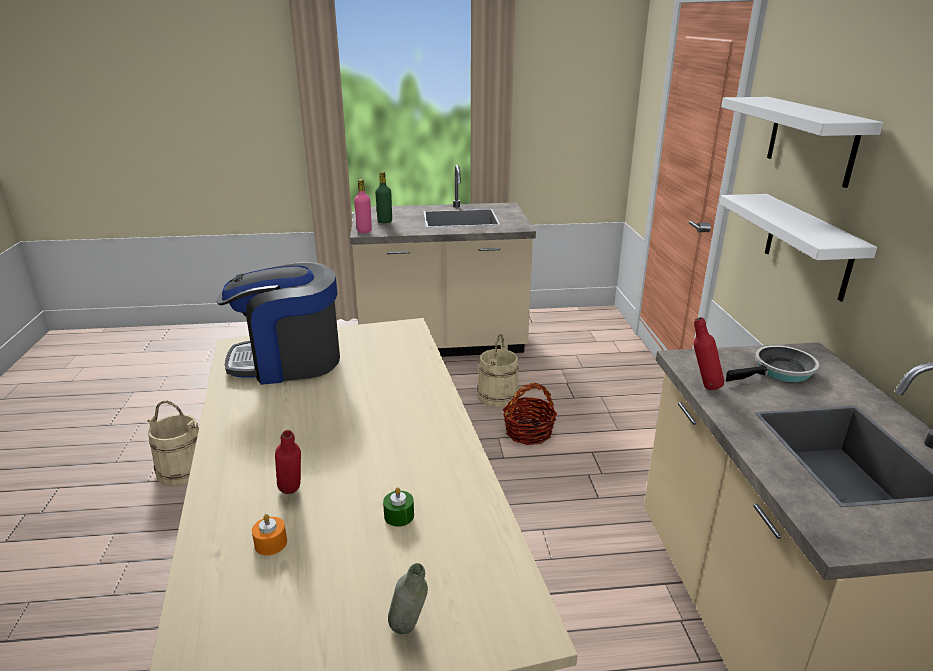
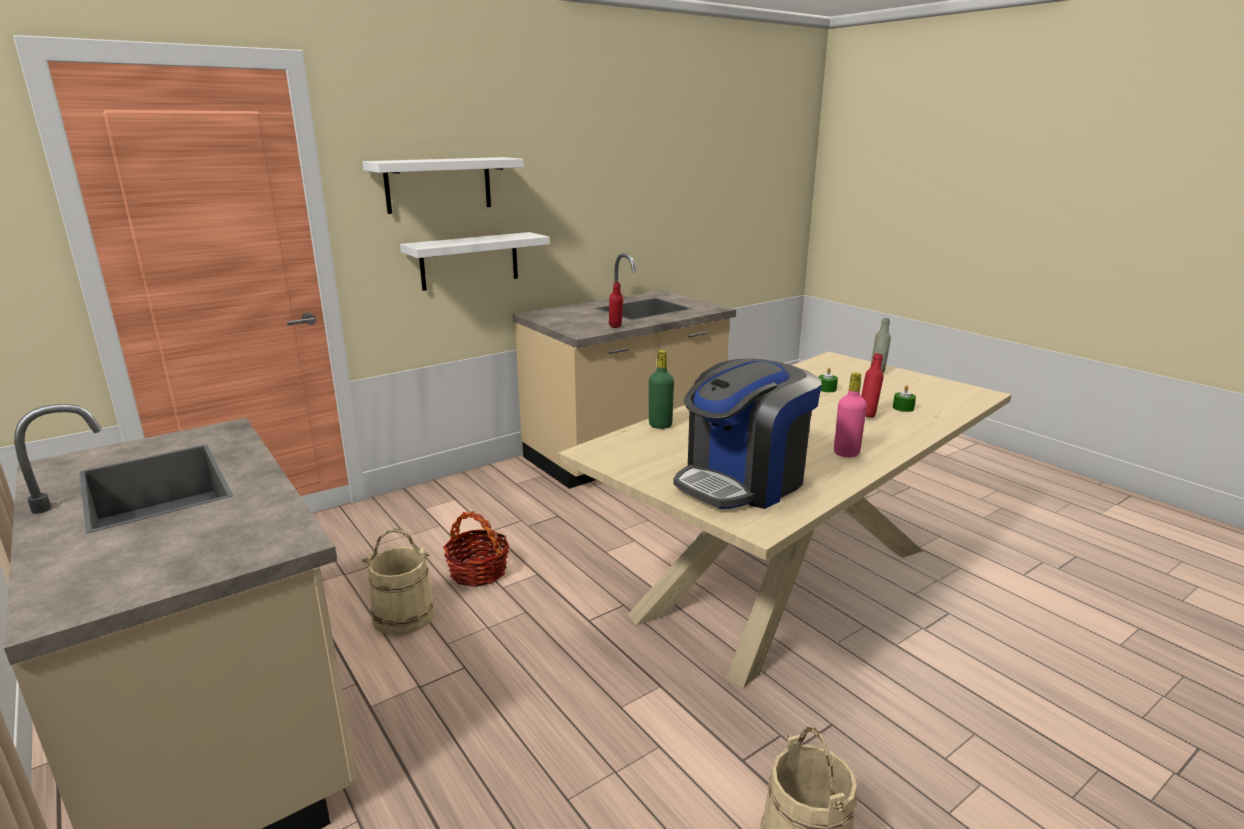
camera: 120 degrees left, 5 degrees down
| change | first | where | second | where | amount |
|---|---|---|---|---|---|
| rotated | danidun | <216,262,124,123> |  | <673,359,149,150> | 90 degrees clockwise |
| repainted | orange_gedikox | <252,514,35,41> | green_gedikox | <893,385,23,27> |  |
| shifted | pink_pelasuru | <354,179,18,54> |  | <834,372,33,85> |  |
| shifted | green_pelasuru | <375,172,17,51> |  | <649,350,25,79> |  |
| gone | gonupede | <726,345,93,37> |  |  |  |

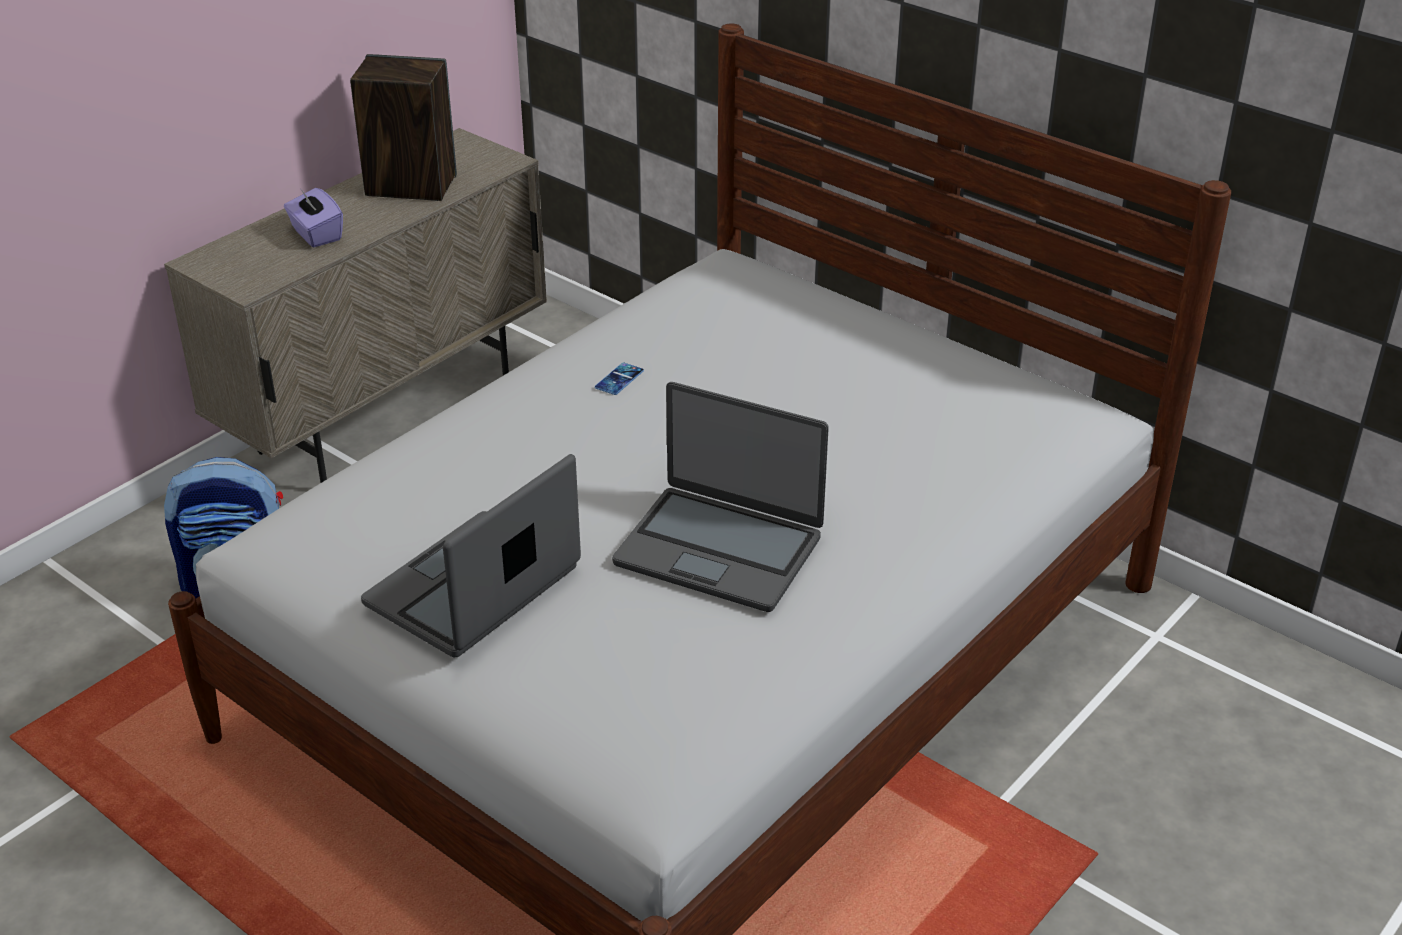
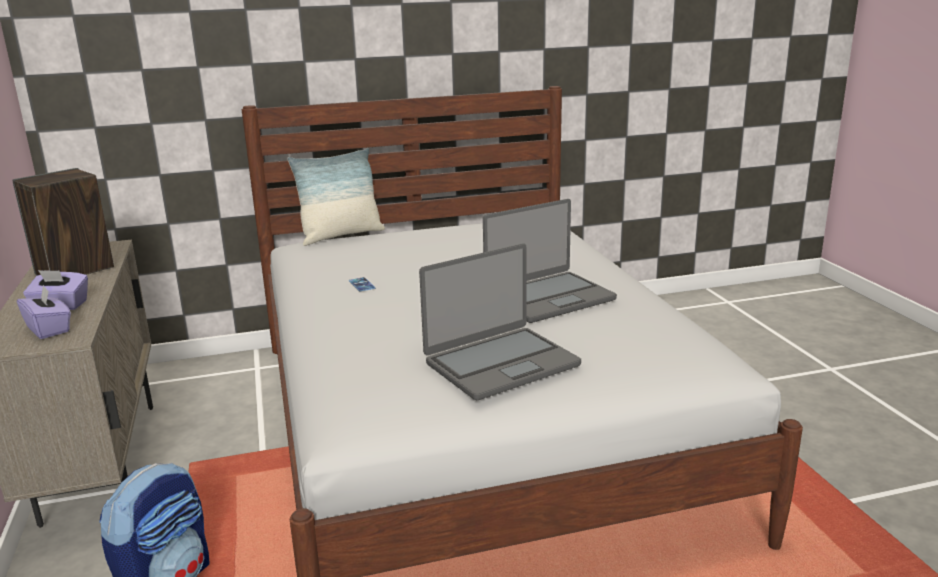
camera: 55 degrees left, 15 degrees down
| change | first | where | second | where | amount |
|---|---|---|---|---|---|
| rotated | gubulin | <361,454,220,203> |  | <419,243,162,157> | 105 degrees counterclockwise |
| new |  |  | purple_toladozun | <17,285,54,54> |  |
| new |  |  | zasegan | <287,148,98,98> |  |

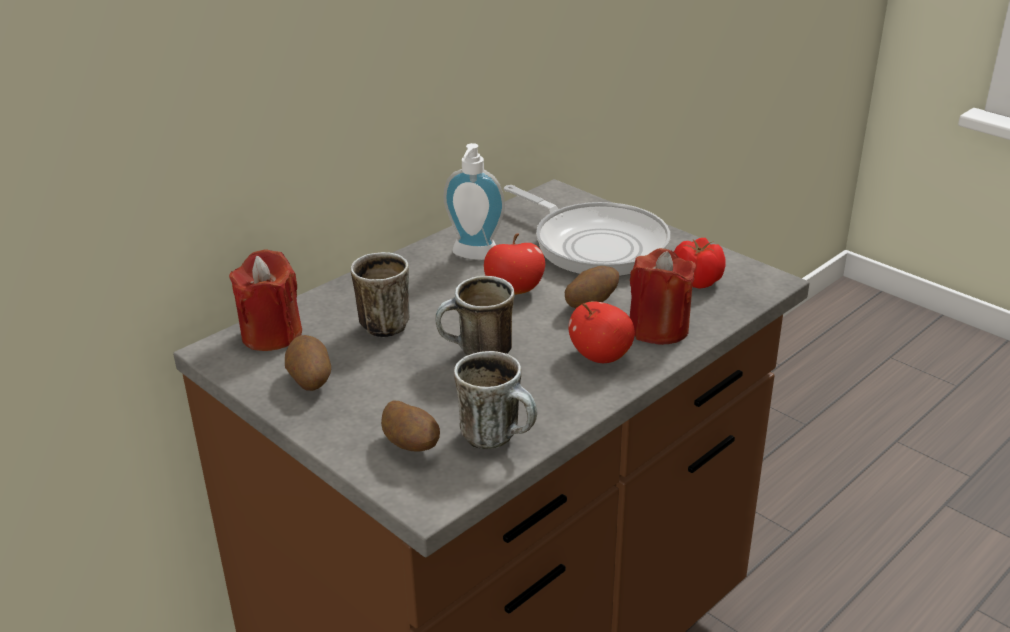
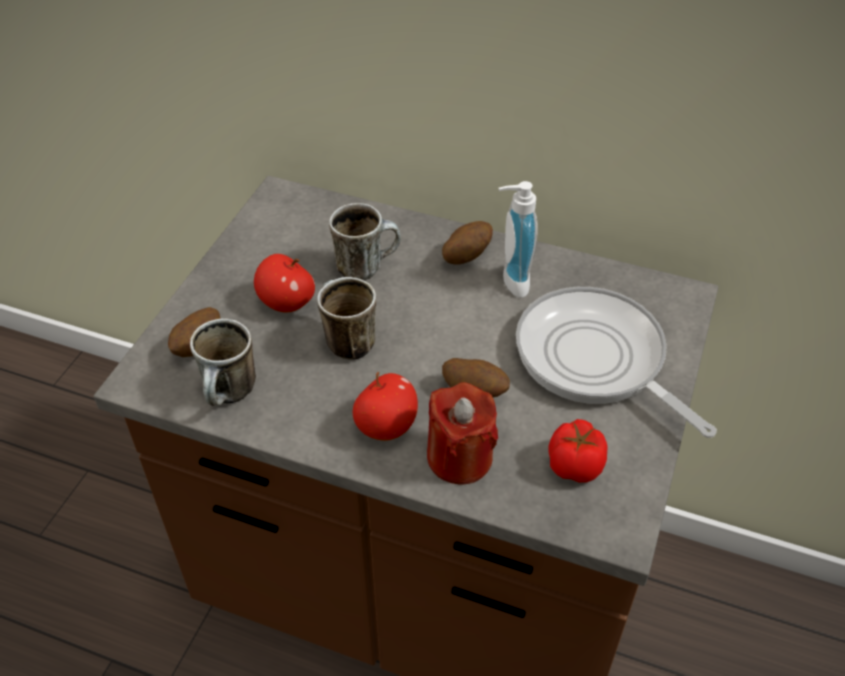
camera: 65 degrees right, 15 degrees up
| change | first | where | second | where | amount |
|---|---|---|---|---|---|
| gone | red_gedikox | <229,249,73,102> |  |  |  |
| shifted | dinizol | <285,335,46,56> |  | <442,221,51,44> |  |
| shifted | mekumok | <484,233,61,62> |  | <254,254,61,58> |  |
| rotated | gonupede | <504,185,166,91> |  | <516,287,201,151> | 120 degrees clockwise |

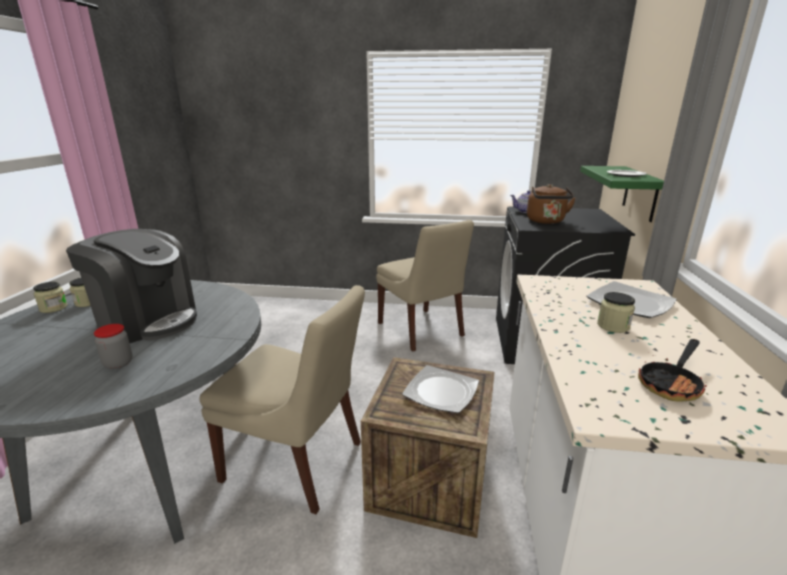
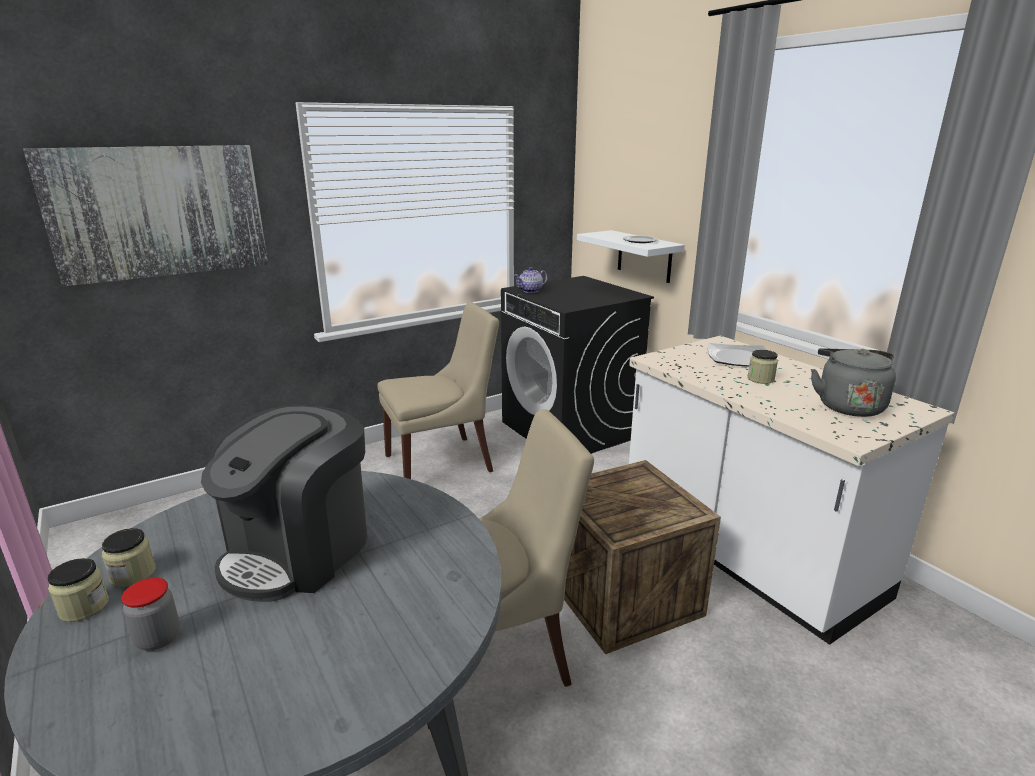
camera: 40 degrees left, 0 degrees up
| change | first | where | second | where | amount |
|---|---|---|---|---|---|
| rotated | danidun | <66,229,131,114> |  | <201,406,166,196> | 135 degrees clockwise |
| shifted | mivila | <94,324,38,45> |  | <121,578,59,73> |  |
| rotated | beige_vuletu | <376,220,98,132> |  | <378,302,121,177> | 45 degrees counterclockwise |
| gone | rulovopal | <402,365,77,48> |  |  |  |
| gone | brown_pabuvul | <527,184,49,40> |  |  |  |
| repainted | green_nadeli | <580,166,84,56> | white_nadeli | <577,230,108,53> |  |
| swapped | gonupede | <638,339,69,62> | grey_pabuvul | <811,348,85,69> |  |
| new |  |  | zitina | <23,145,245,142> |  |

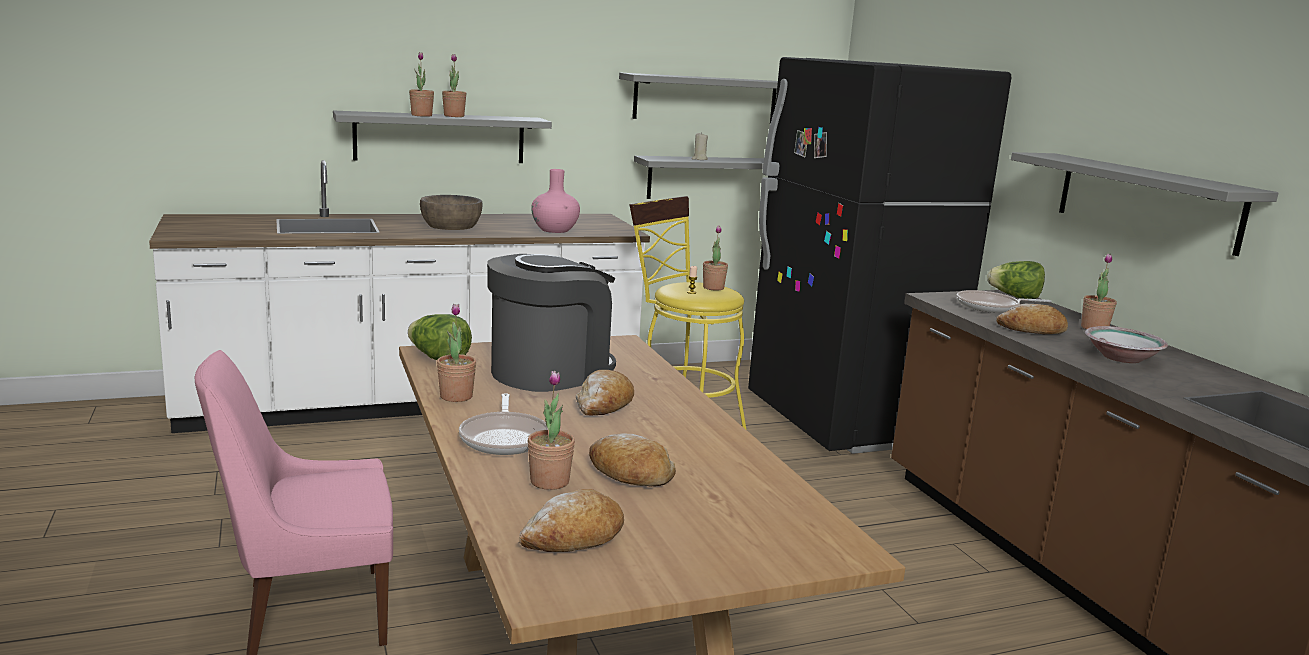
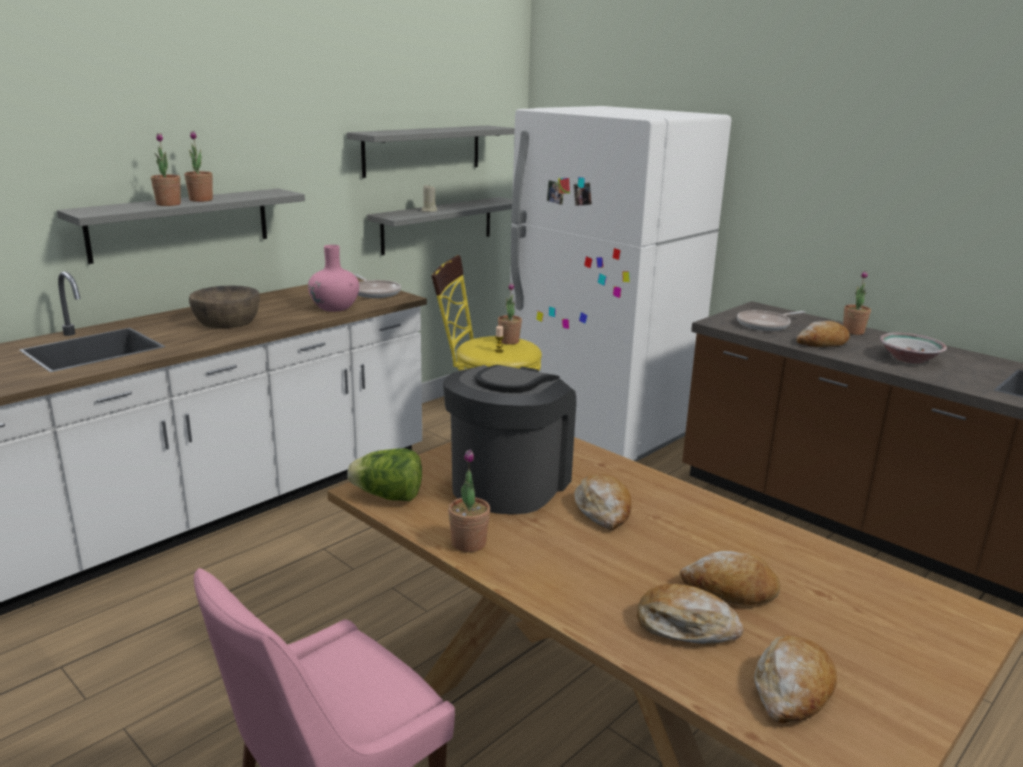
camera: 25 degrees left, 5 degrees up
| change | first | where | second | where | amount |
|---|---|---|---|---|---|
| shifted | gonupede | <459,393,89,62> |  | <355,274,46,24> |  |
| swapped | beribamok | <528,371,47,119> | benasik | <637,584,107,60> |  |
| repainted | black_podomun | <748,57,263,397> | white_podomun | <510,106,221,356> |  |
| gone | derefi | <987,261,58,38> |  |  |  |
| gone | grey_nadeli | <1011,152,268,104> |  |  |  |

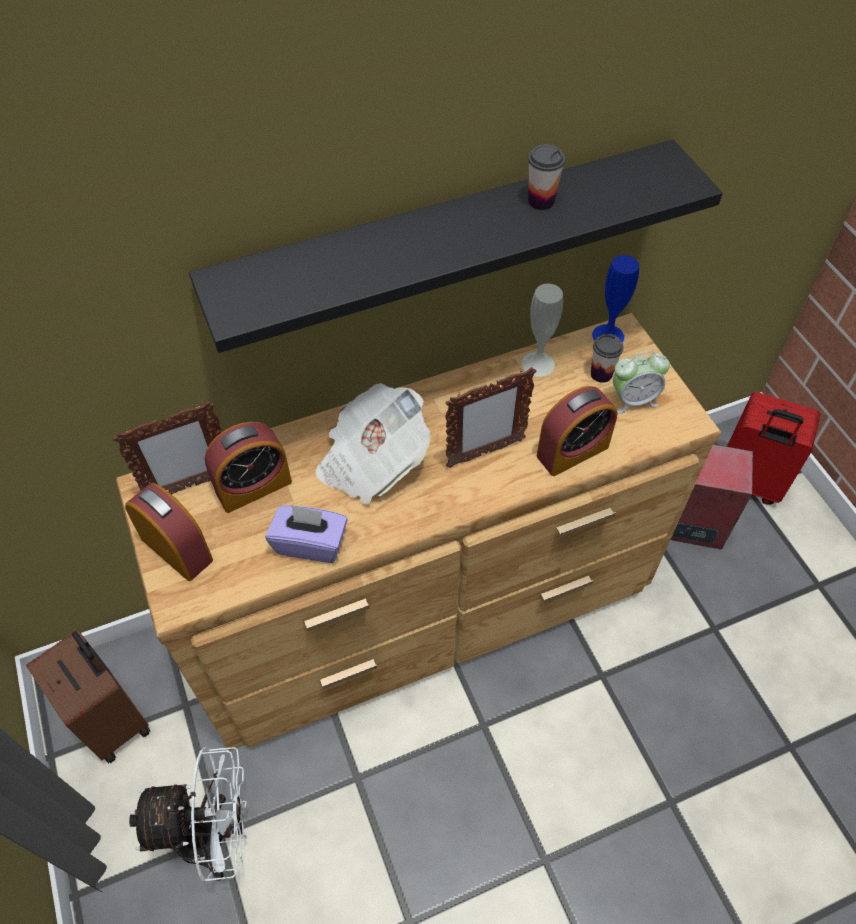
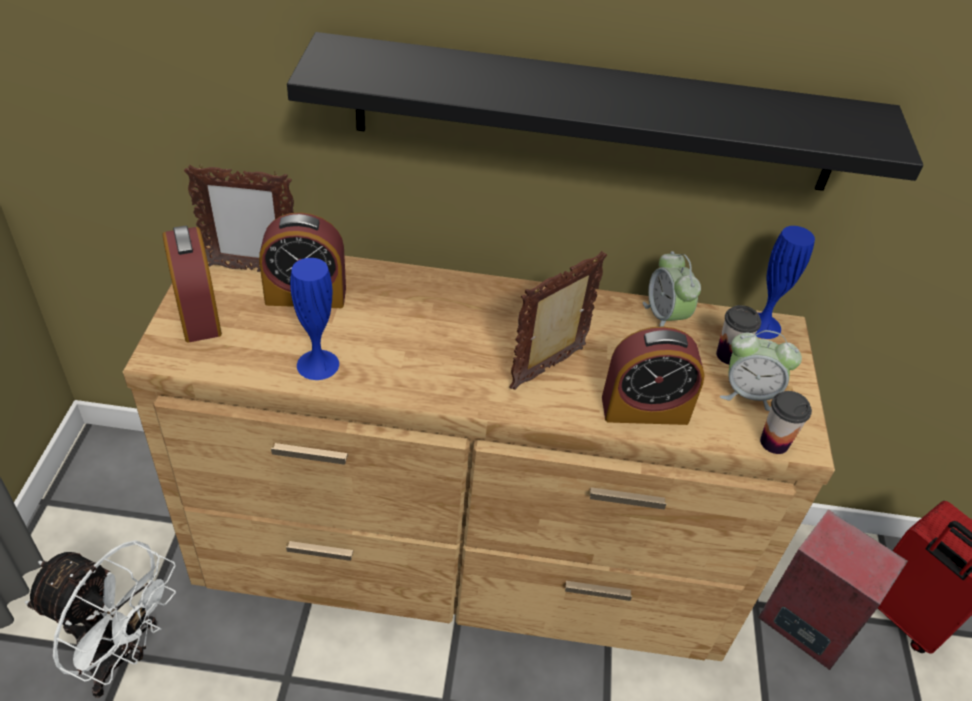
camera: 25 degrees right, 10 degrees down
| change | first | where | second | where | amount |
|---|---|---|---|---|---|
| gone | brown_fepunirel | <26,629,125,134> |  |  |  |
| swapped | purple_toladozun | <265,505,83,58> | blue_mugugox | <290,258,49,122> |  |
| gone | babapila | <315,383,115,121> |  |  |  |
| rotated | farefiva | <445,367,91,101> |  | <509,251,98,139> | 135 degrees clockwise |
| swapped | white_mugugox | <522,284,41,93> | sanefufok | <643,251,58,76> |  |
| shifted | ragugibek | <528,144,37,66> |  | <760,391,52,63> |  |

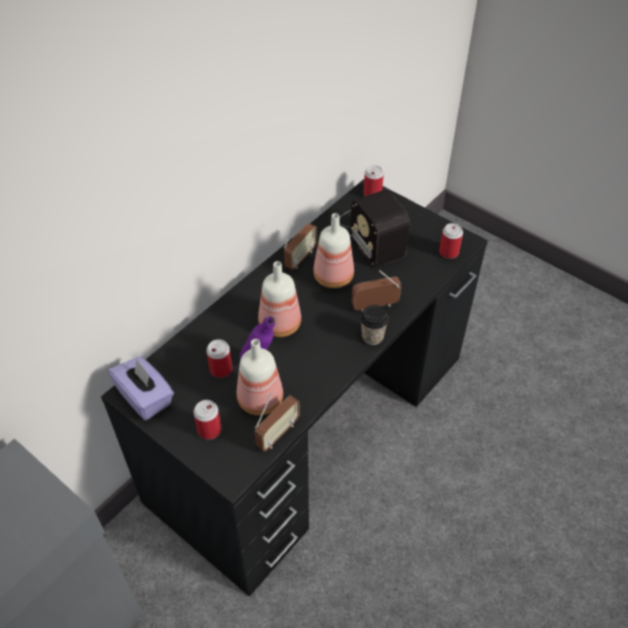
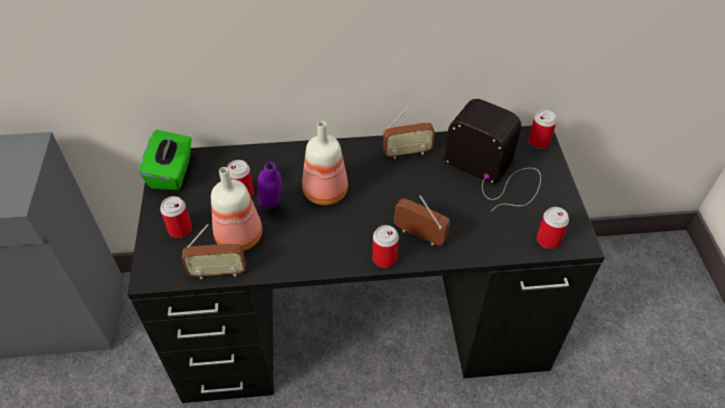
camera: 45 degrees right, 0 degrees up
| change | first | where | second | where | amount |
|---|---|---|---|---|---|
| repainted | purple_toladozun | <108,356,66,64> | green_toladozun | <139,130,53,60> |  |
| gone | pelasuru | <313,213,41,75> |  |  |  |
| rotated | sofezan | <339,190,71,78> |  | <444,99,97,113> | 105 degrees clockwise |
| swapped | ragugibek | <360,305,29,40> | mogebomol | <373,225,26,43> |  |

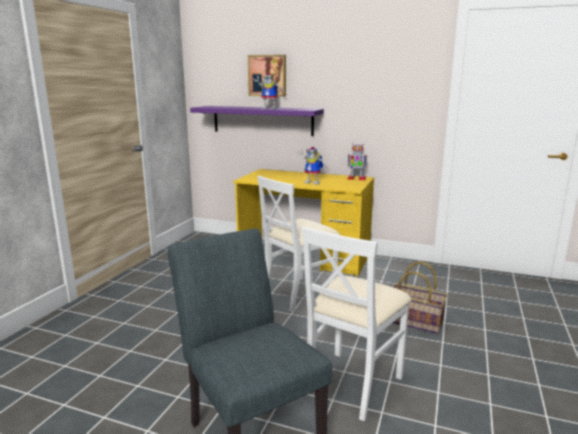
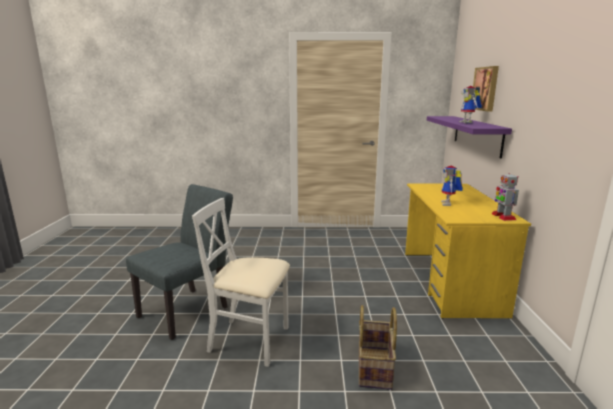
camera: 70 degrees right, 0 degrees up
| change | first | where | second | where | amount |
|---|---|---|---|---|---|
| gone | white_vuletu | <257,176,83,136> |  |  |  |

